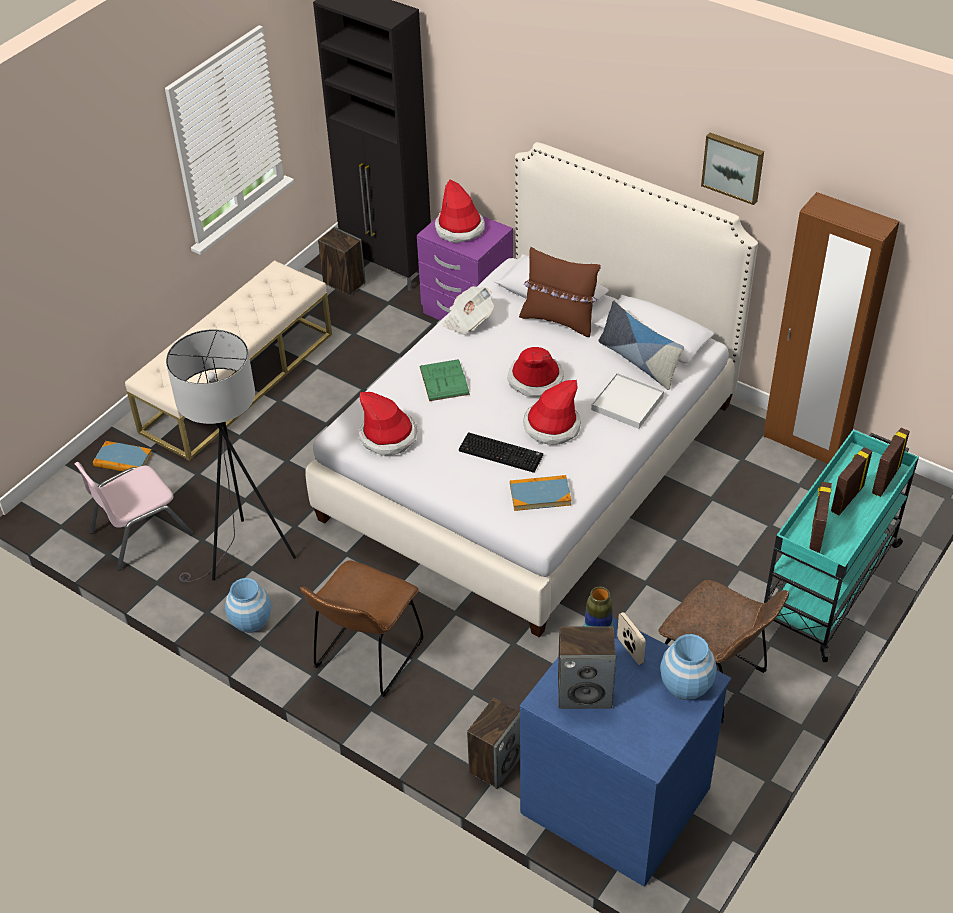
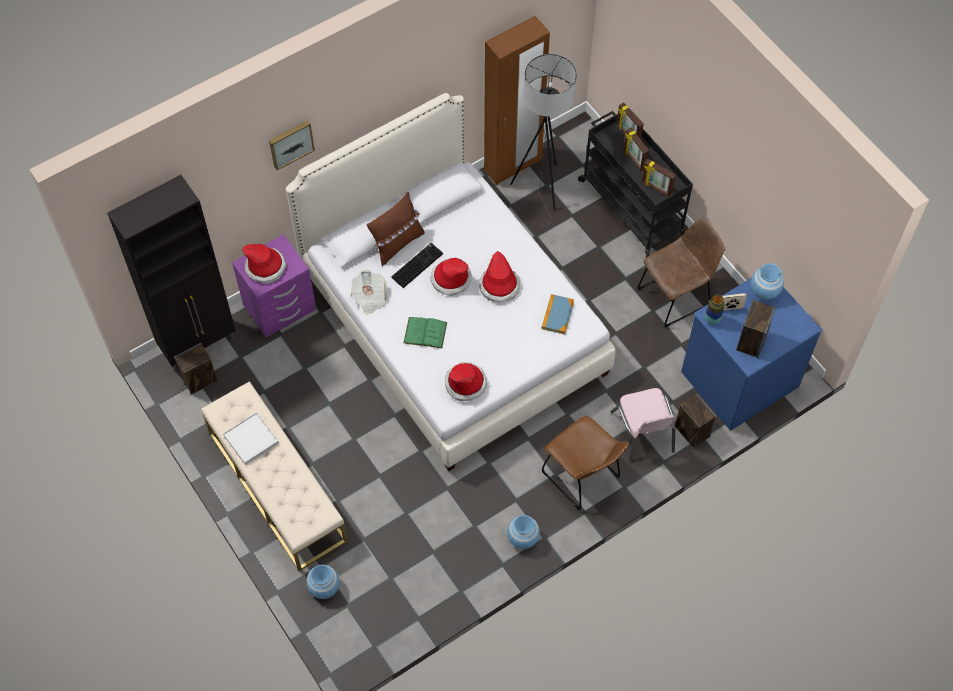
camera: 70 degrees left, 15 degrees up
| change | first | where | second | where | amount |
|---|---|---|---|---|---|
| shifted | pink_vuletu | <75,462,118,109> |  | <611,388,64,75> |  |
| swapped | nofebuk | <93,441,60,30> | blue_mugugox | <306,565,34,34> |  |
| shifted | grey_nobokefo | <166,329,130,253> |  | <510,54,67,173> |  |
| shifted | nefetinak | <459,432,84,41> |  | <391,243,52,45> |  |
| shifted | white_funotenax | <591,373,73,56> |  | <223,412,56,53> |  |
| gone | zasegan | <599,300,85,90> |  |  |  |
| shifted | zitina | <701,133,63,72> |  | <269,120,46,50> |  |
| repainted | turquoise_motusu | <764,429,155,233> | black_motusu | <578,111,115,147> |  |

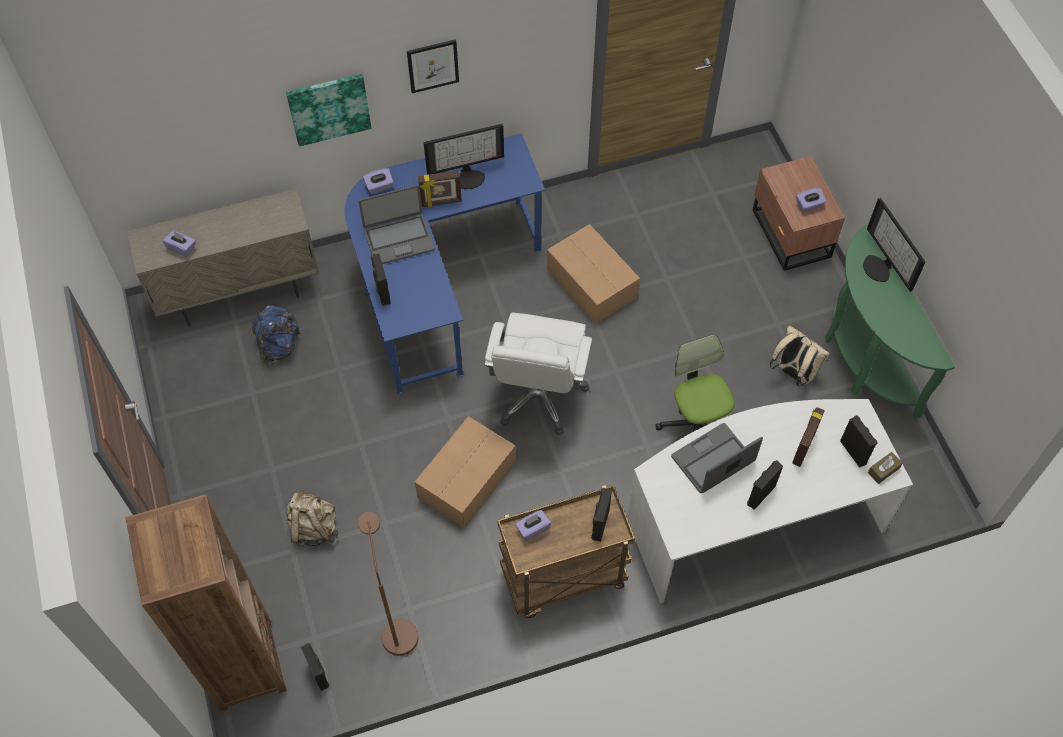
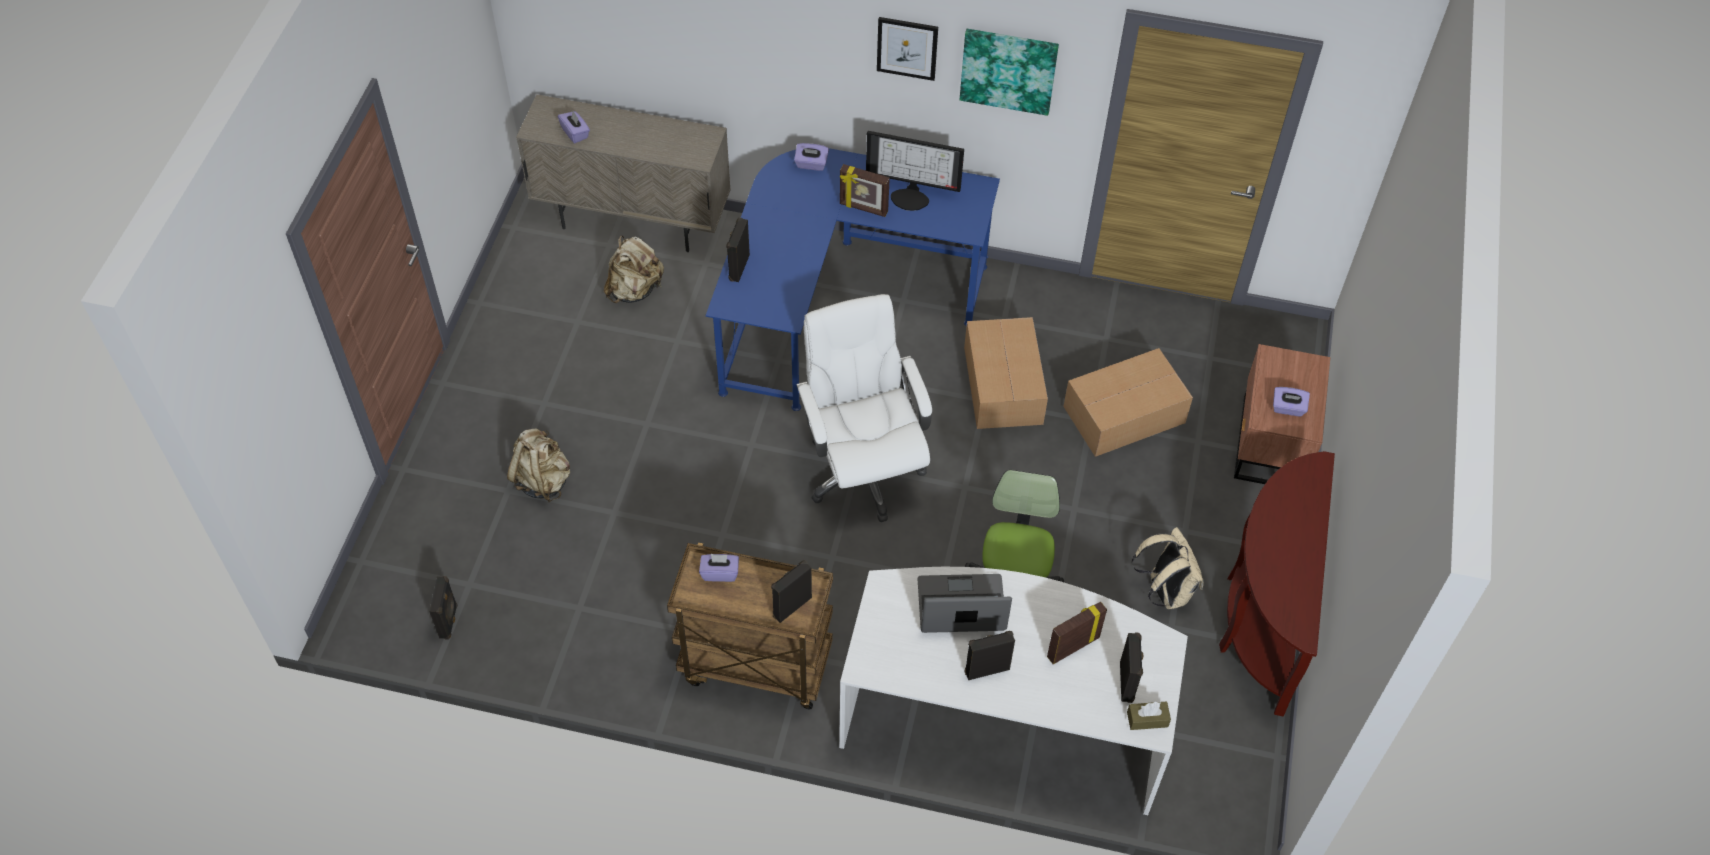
camera: 30 degrees right, 5 degrees down
| change | first | where | second | where | amount |
|---|---|---|---|---|---|
| gone | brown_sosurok | <126,494,161,218> |  |  |  |
| repainted | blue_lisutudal | <252,306,48,58> | beige_lisutudal | <604,236,60,67> |  |
| shifted | zitina | <286,74,86,73> |  | <960,29,99,87> |  |
| gone | brown_nobokefo | <358,512,61,144> |  |  |  |
| gone | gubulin | <359,185,75,79> |  |  |  |
| shifted | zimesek | <415,416,101,112> |  | <1063,348,130,109> |  |
| rotated | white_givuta | <484,313,108,122> |  | <796,294,136,228> | 120 degrees clockwise |
| repainted | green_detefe | <825,224,130,195> | brown_detefe | <1219,451,116,266> |  |
| gone | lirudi | <863,198,63,94> |  |  |  |

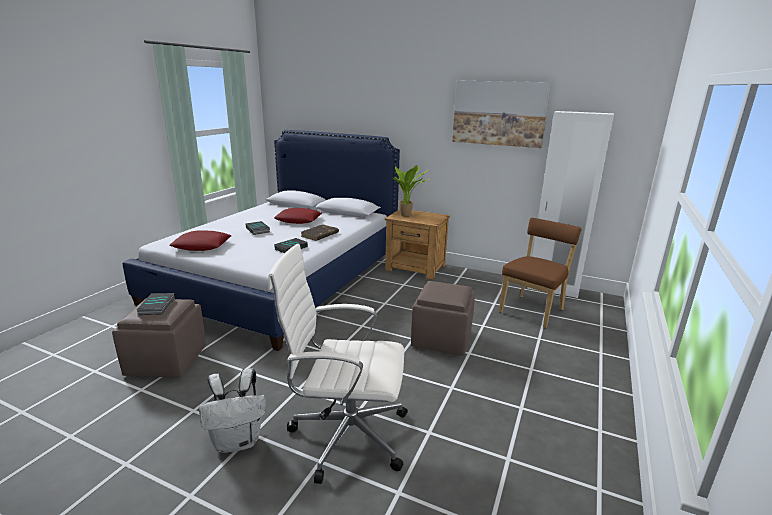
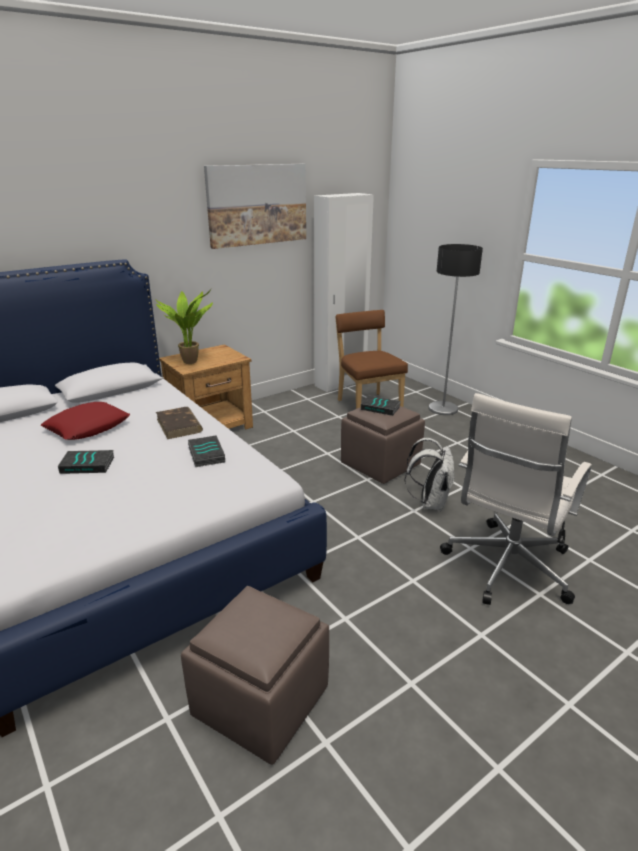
camera: 60 degrees left, 5 degrees up
| change | first | where | second | where | amount |
|---|---|---|---|---|---|
| shifted | nofebuk | <137,293,38,22> |  | <361,395,40,21> |  |
| gone | red_zasegan | <170,230,61,21> |  |  |  |
| shifted | white_lisutudal | <199,368,67,85> |  | <405,438,50,73> |  |
| new |  |  | nobokefo | <428,244,55,171> |  |

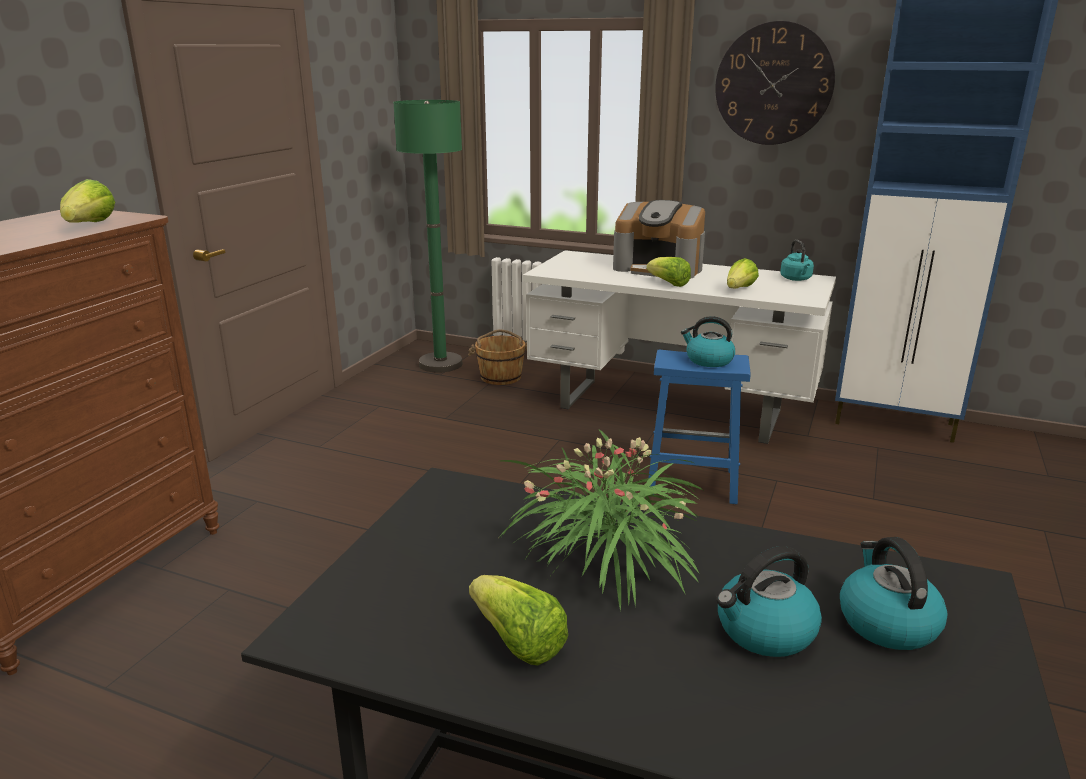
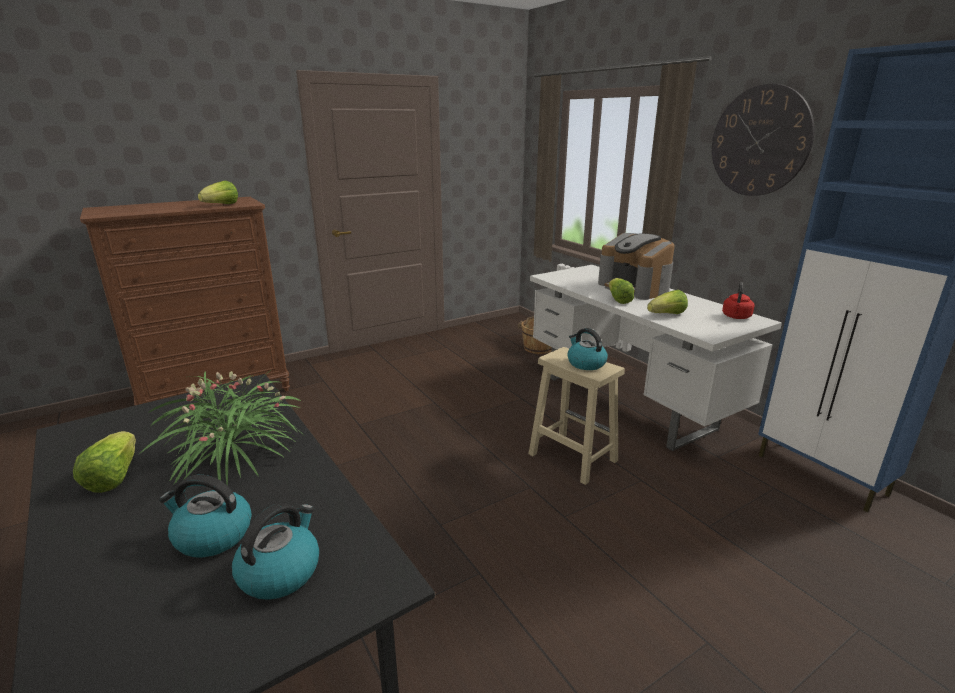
camera: 35 degrees right, 0 degrees up
| change | first | where | second | where | amount |
|---|---|---|---|---|---|
| gone | green_nobokefo | <393,100,70,273> |  |  |  |
| repainted | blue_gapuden | <648,350,103,154> | beige_gapuden | <529,347,96,138> |  |
| repainted | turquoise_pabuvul | <780,240,34,41> | red_pabuvul | <722,282,33,37> |  |

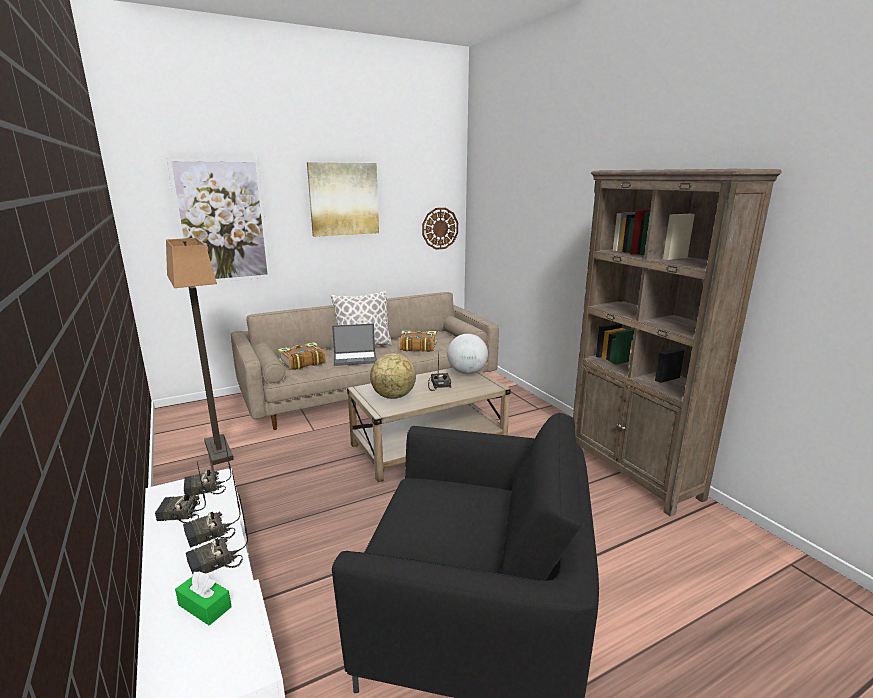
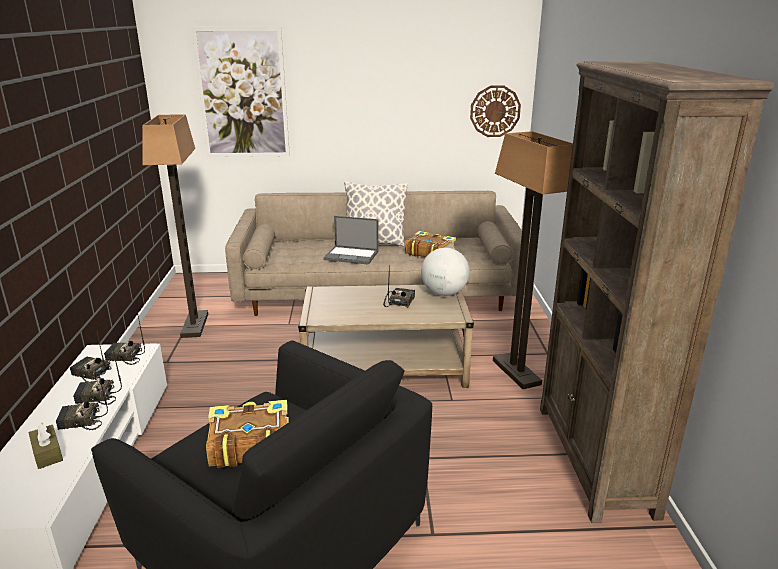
camera: 25 degrees right, 5 degrees up
| change | first | where | second | where | amount |
|---|---|---|---|---|---|
| repainted | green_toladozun | <175,572,56,54> | brown_toladozun | <29,423,34,46> |  |
| shifted | nofebuk | <278,342,48,28> |  | <206,400,83,68> |  |
| gone | zitina | <307,162,72,75> |  |  |  |
| gone | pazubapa | <370,353,46,46> |  |  |  |
| new |  |  | nobokefo | <493,131,80,258> |  |

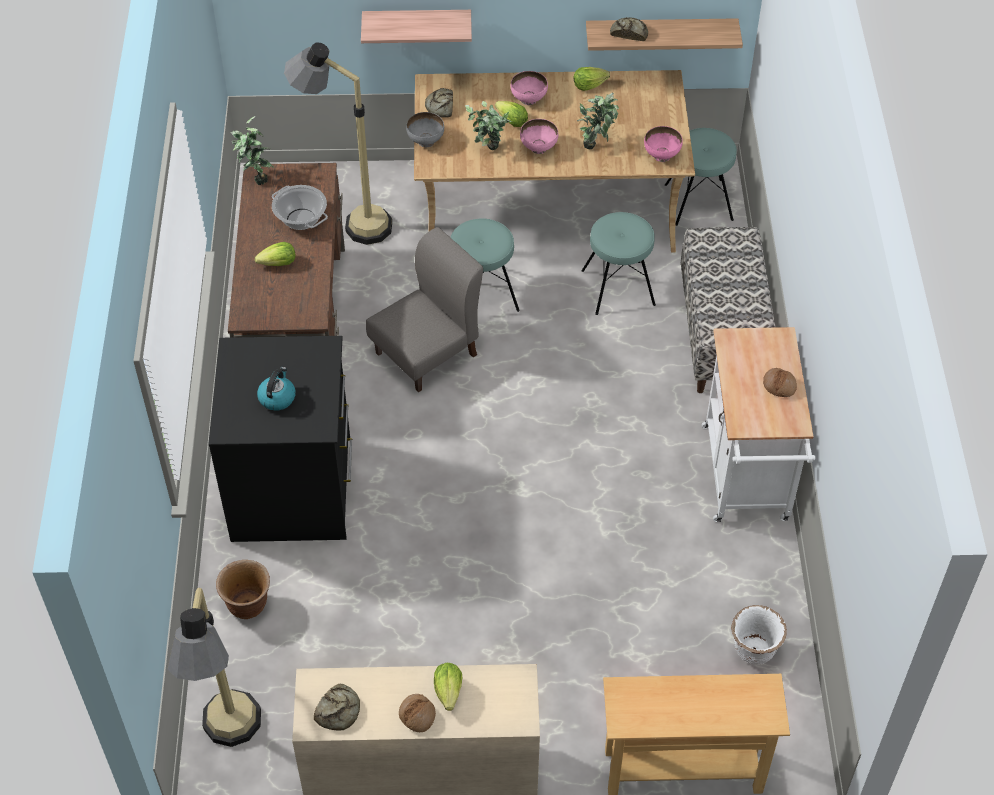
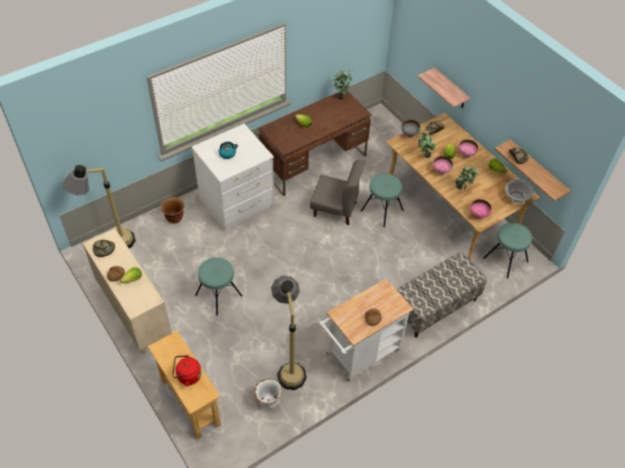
camera: 55 degrees right, 0 degrees up
| change | first | where | second | where | amount |
|---|---|---|---|---|---|
| repainted | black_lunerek | <208,336,144,206> | white_lunerek | <192,124,82,107> |  |
| shifted | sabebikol | <272,185,56,45> |  | <505,179,29,25> |  |
| shifted | nobokefo | <284,42,108,203> |  | <271,275,36,115> |  |
| shifted | turquoise_gapuden | <581,212,75,103> |  | <195,257,47,59> |  |
| new |  |  | red_pabuvul | <172,355,29,31> |  |

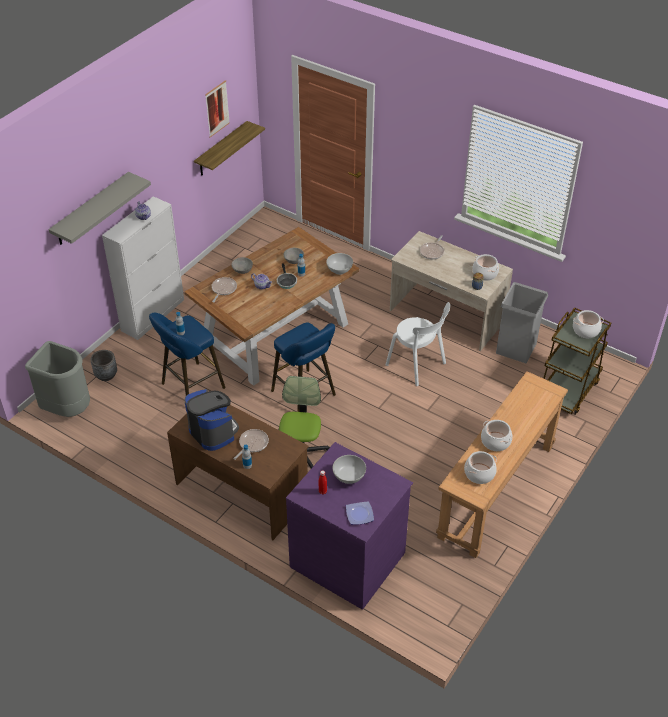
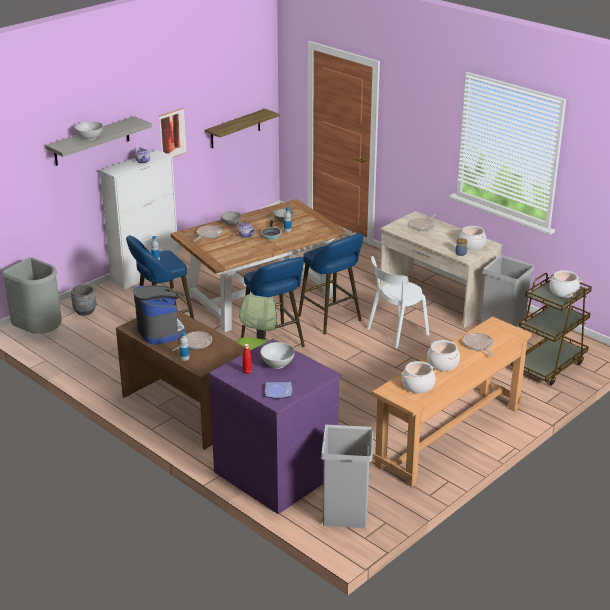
camera: 10 degrees right, 15 degrees down
| change | first | where | second | where | amount |
|---|---|---|---|---|---|
| shifted | zitina | <205,80,25,57> |  | <159,108,28,50> |  |
| shifted | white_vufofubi | <326,253,27,22> |  | <75,121,28,19> |  |
| rotated | white_vuletu | <386,302,64,84> |  | <367,256,62,93> | 90 degrees clockwise |
| new |  |  | blue_gapuden | <298,233,65,102> |  |
| new |  |  | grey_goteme | <321,425,52,103> |  |
| new |  |  | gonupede | <463,333,31,24> |  |

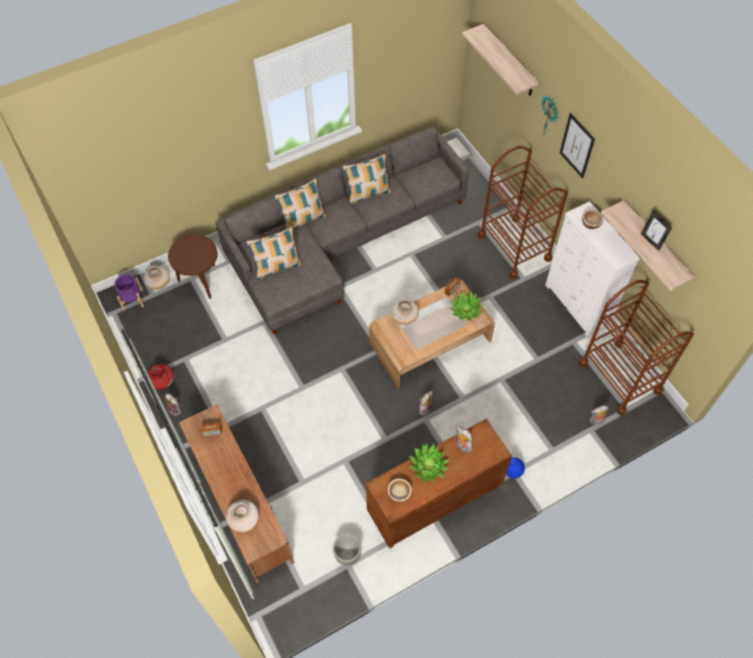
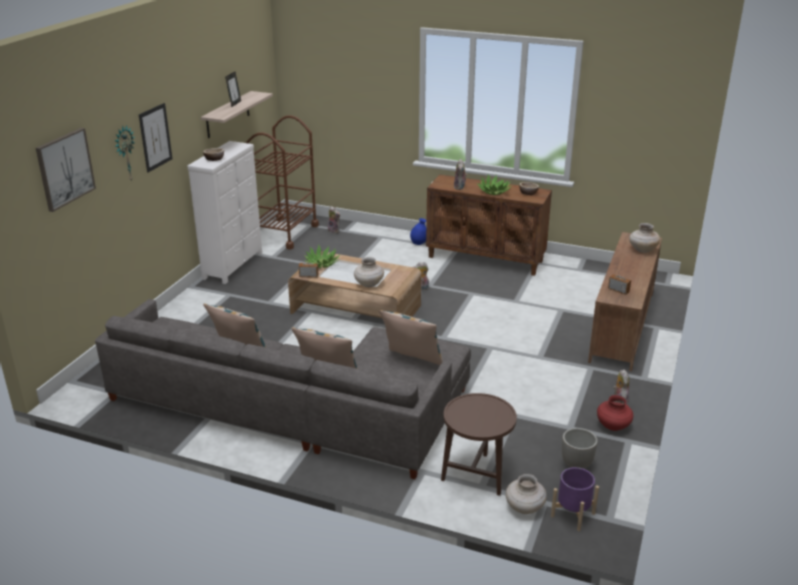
camera: 130 degrees left, 30 degrees down
| change | first | where | second | where | amount |
|---|---|---|---|---|---|
| shifted | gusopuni | <333,534,28,32> |  | <562,428,36,41> |  |
| swapped | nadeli | <462,24,77,72> | zitina | <36,128,60,84> |  |
| gone | brown_motusu | <478,146,90,133> |  |  |  |

